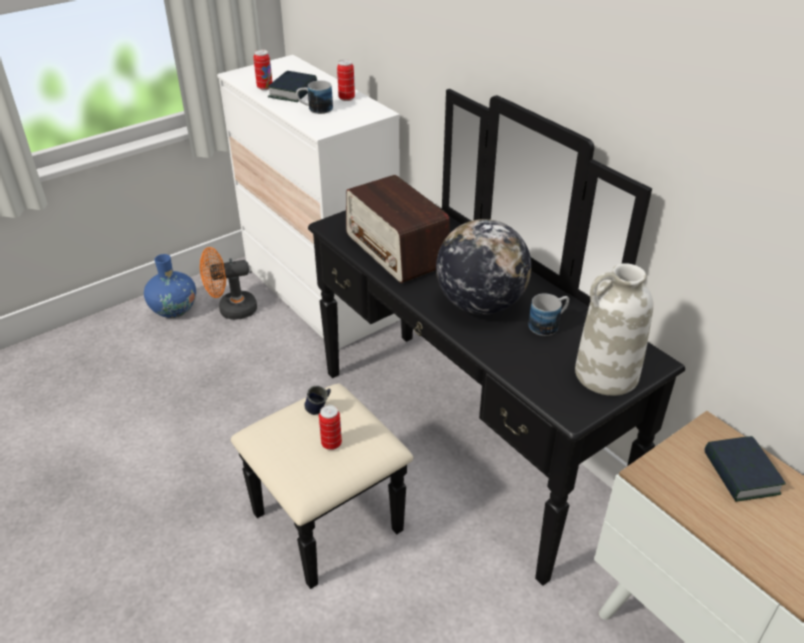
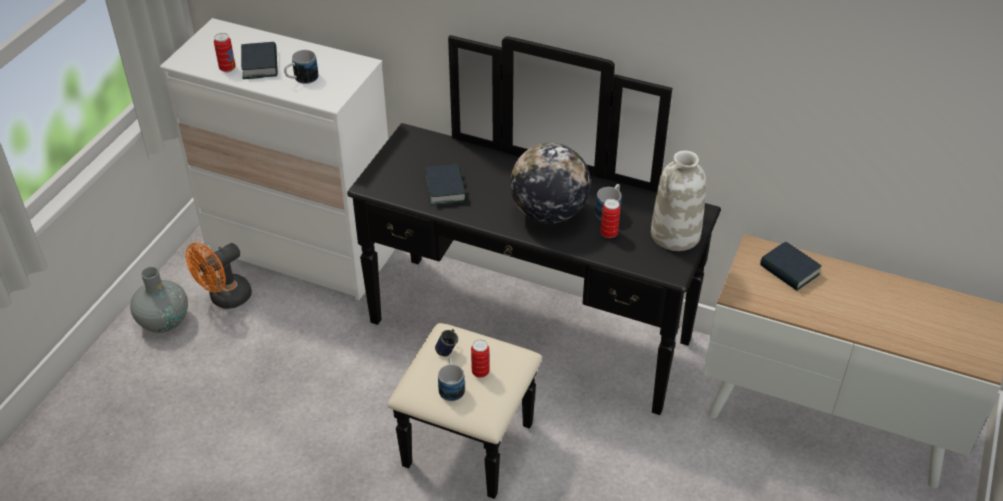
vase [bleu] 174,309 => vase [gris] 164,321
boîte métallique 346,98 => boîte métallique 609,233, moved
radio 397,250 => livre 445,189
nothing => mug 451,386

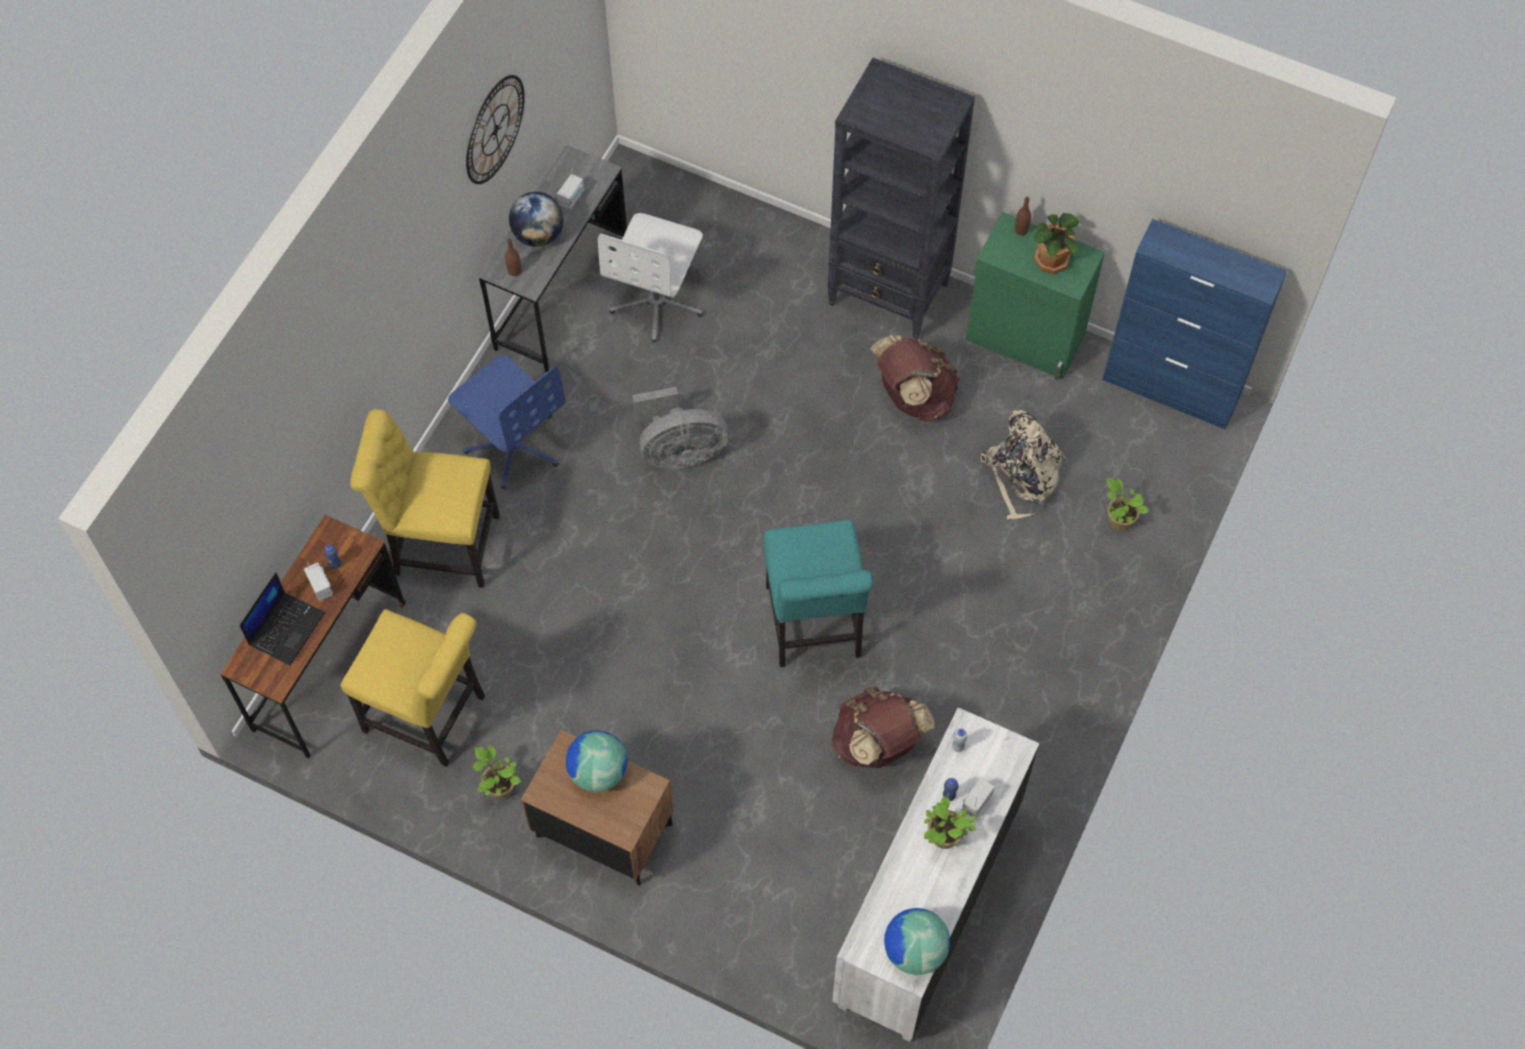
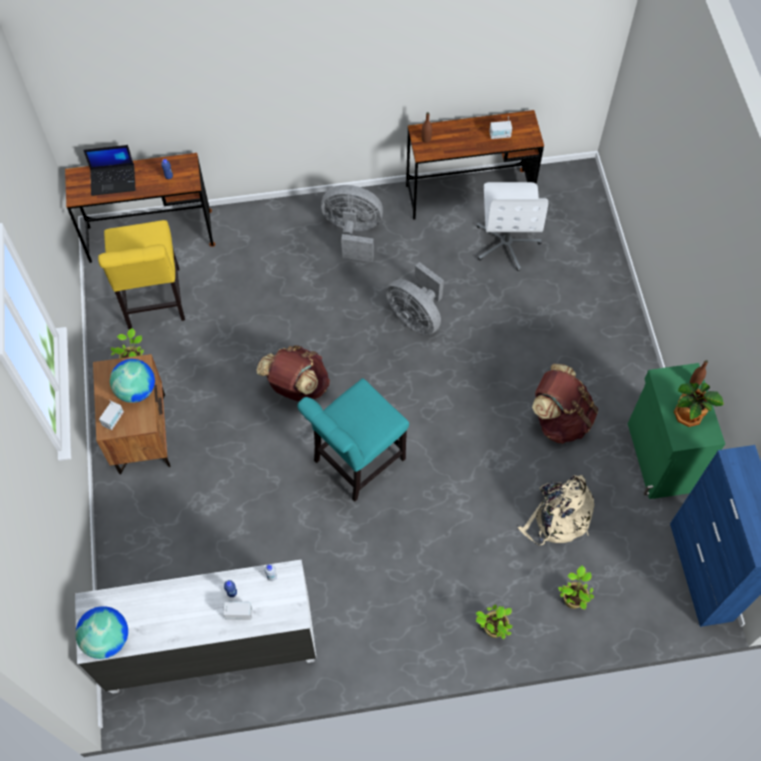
radio 321,586 => radio 113,419, moved
chaise [jaune] 440,544 => nothing
chaise de bureau [bleu] 514,445 => ventilateur [gris] 353,233
horloge murale 495,129 => nothing
bureau [gris] 562,295 => bureau [marron] 469,194
globe 538,235 => nothing
chaise de bureau [blanc] 657,302 => chaise de bureau [blanc] 506,243, 75 degrees counterclockwise
bibliothèque [noir] 889,295 => nothing
sac à dos [marron] 877,744 => sac à dos [marron] 296,387, moved
plante en pot 944,838 => plante en pot 492,629, moved

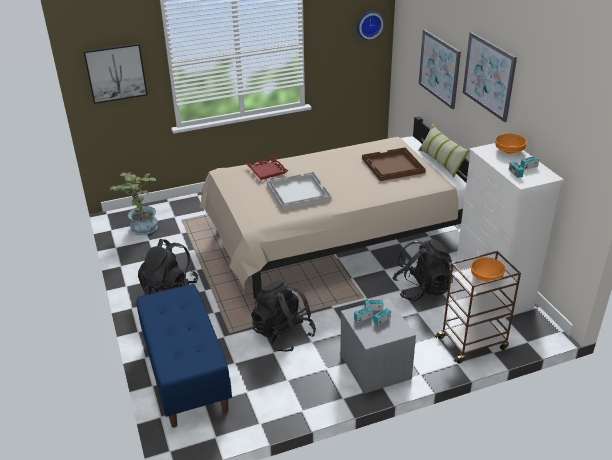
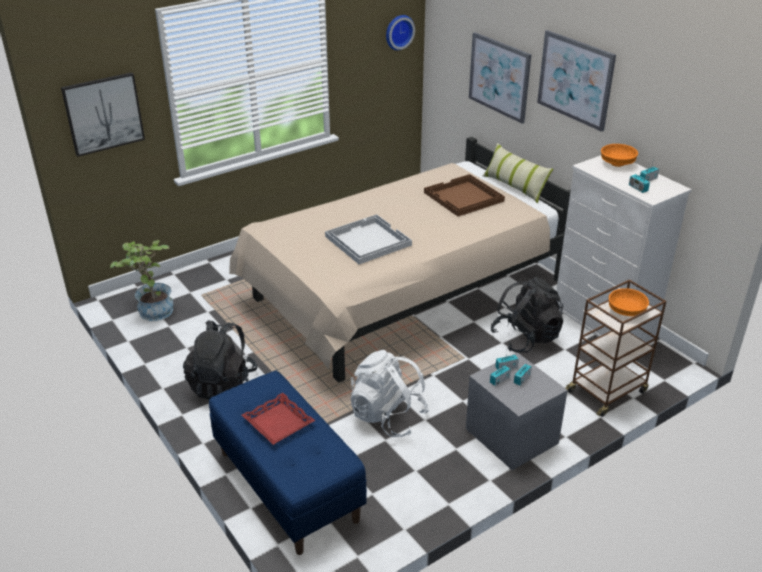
plateau [rouge] 266,171 => plateau [rouge] 278,423, moved
sac à dos [noir] 283,334 => sac à dos [blanc] 388,416

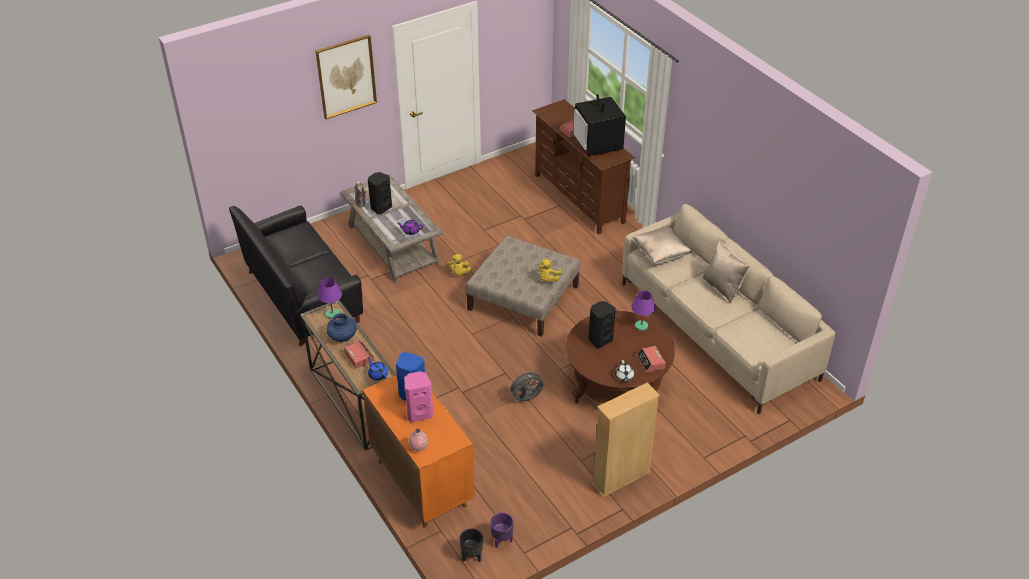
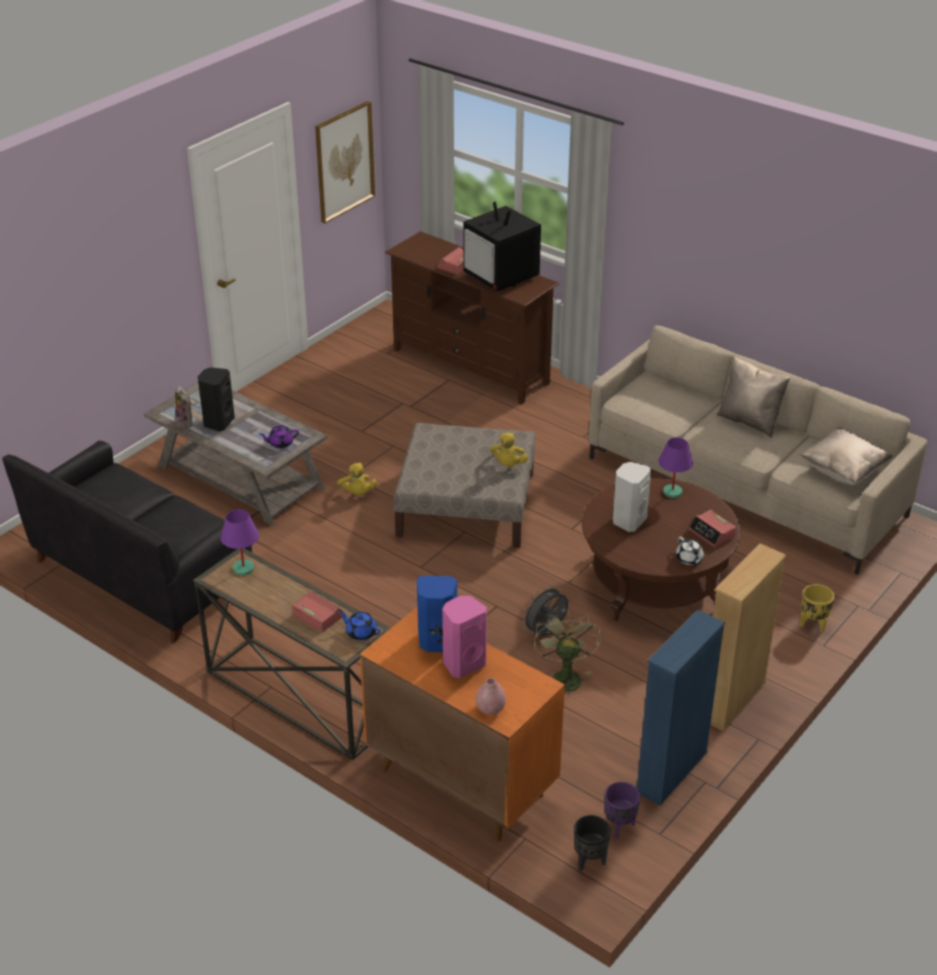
tableau 346,76 => tableau 344,161, moved
vase [bleu] 342,337 => nothing
enceinte [noir] 600,339 => enceinte [blanc] 628,521
coussin [beige] 661,254 => coussin [beige] 843,471, moved
nothing => ventilateur [vert] 564,676
nothing => bibliothèque [bleu] 671,772
nothing => cache-pot [jaune] 813,625

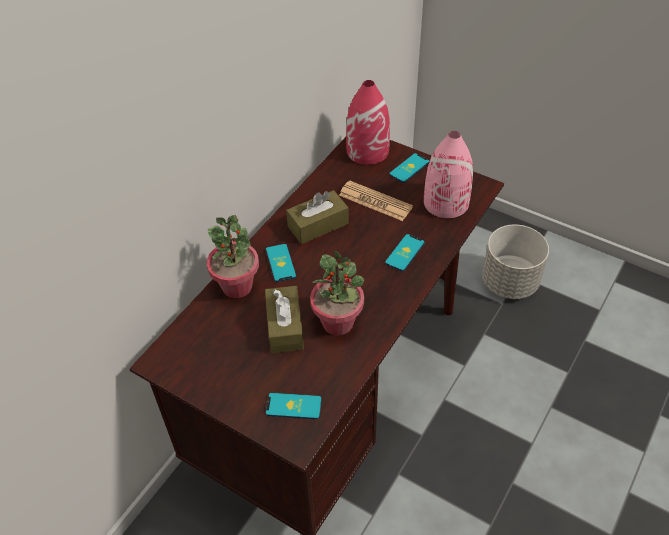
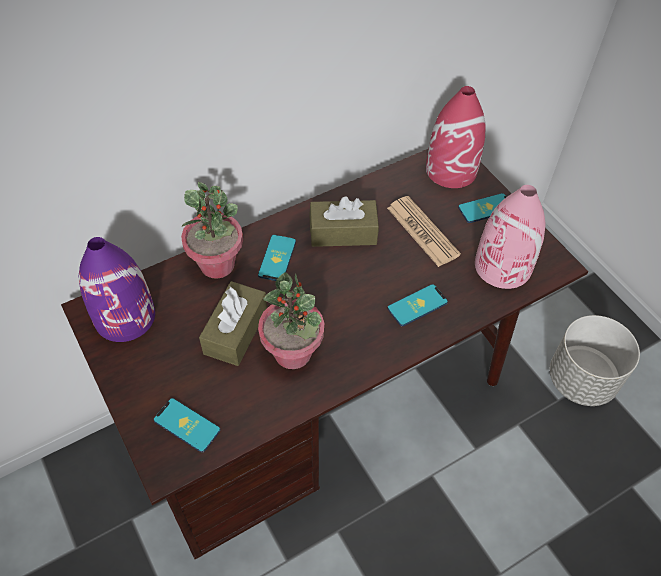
nothing => vase [violet] 125,316

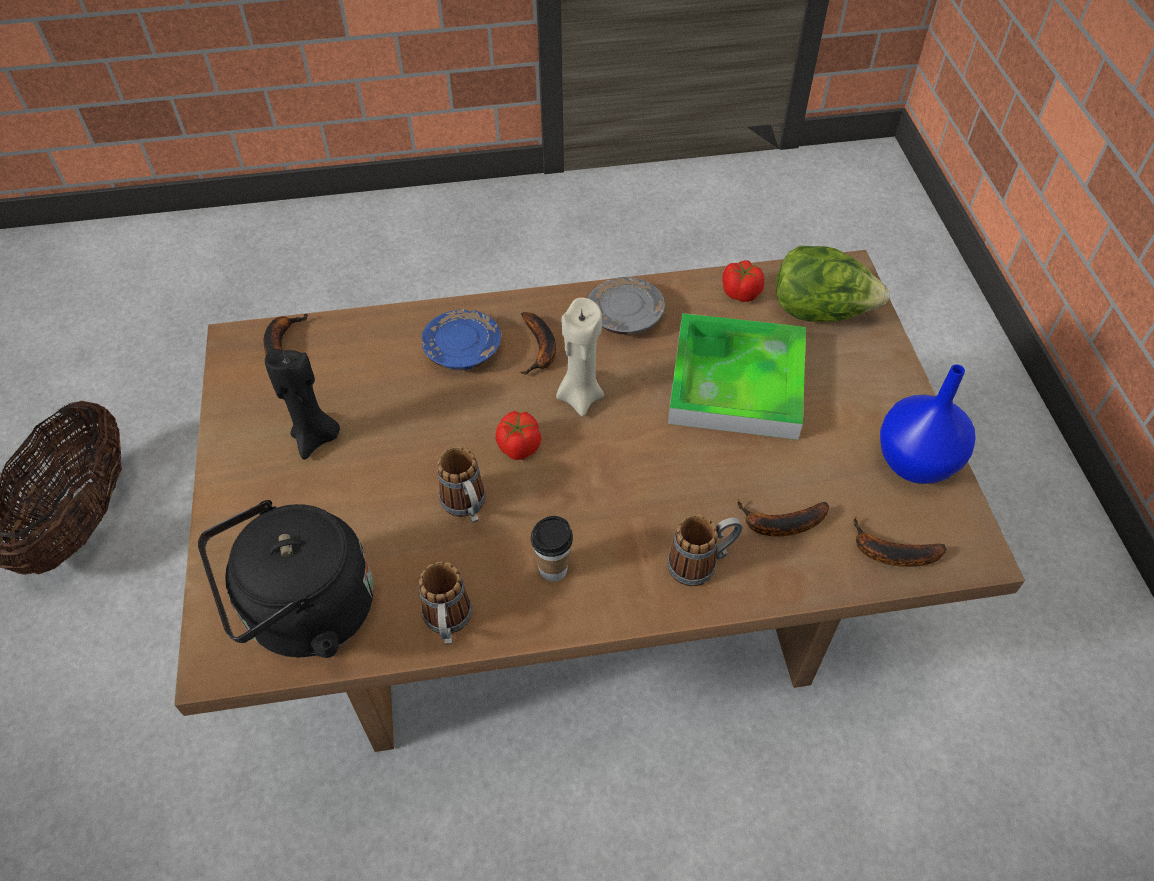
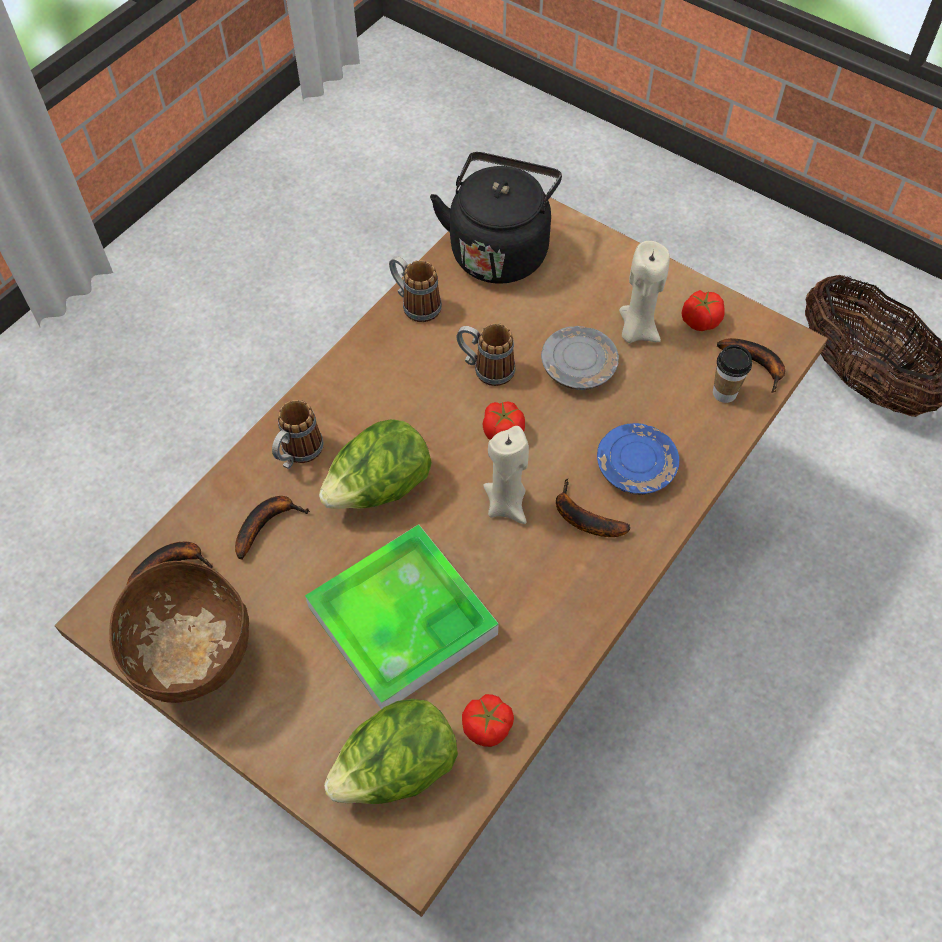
bougie [noir] 316,438 => bougie [beige] 636,330
tasse 553,569 => tasse 724,393, moved
assiette [gris] 625,316 => assiette [gris] 578,367, moved
vase [bleu] 915,464 => bol [marron] 197,662
nothing => laitue 379,489
nothing => tomate 700,321

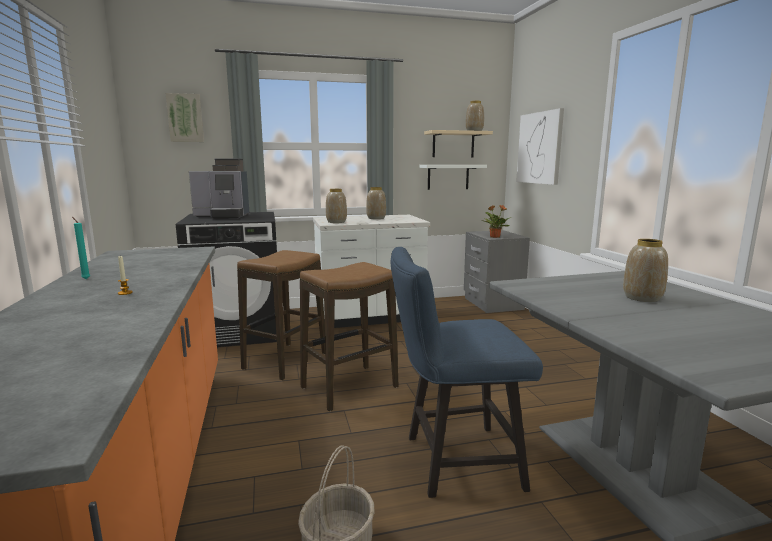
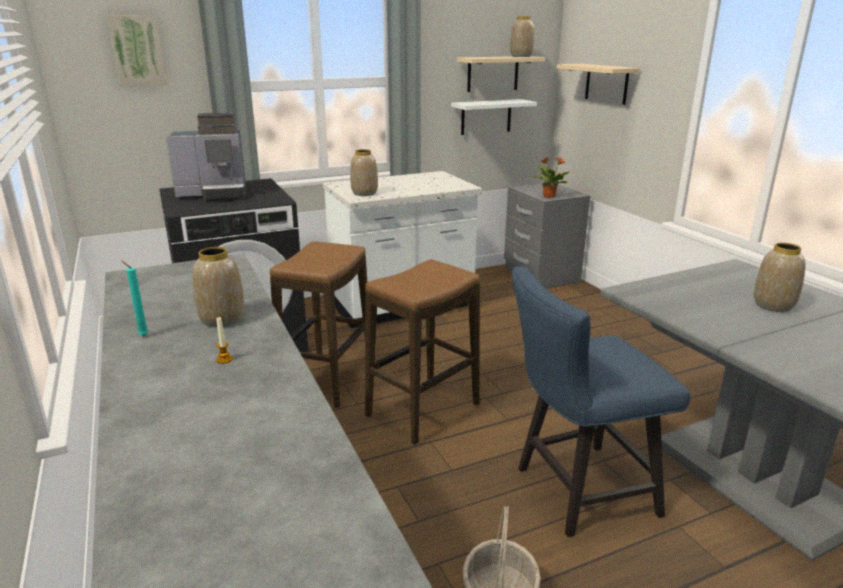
vase 376,218 => vase 221,320, moved
tableau 540,148 => étagère [beige] 606,83

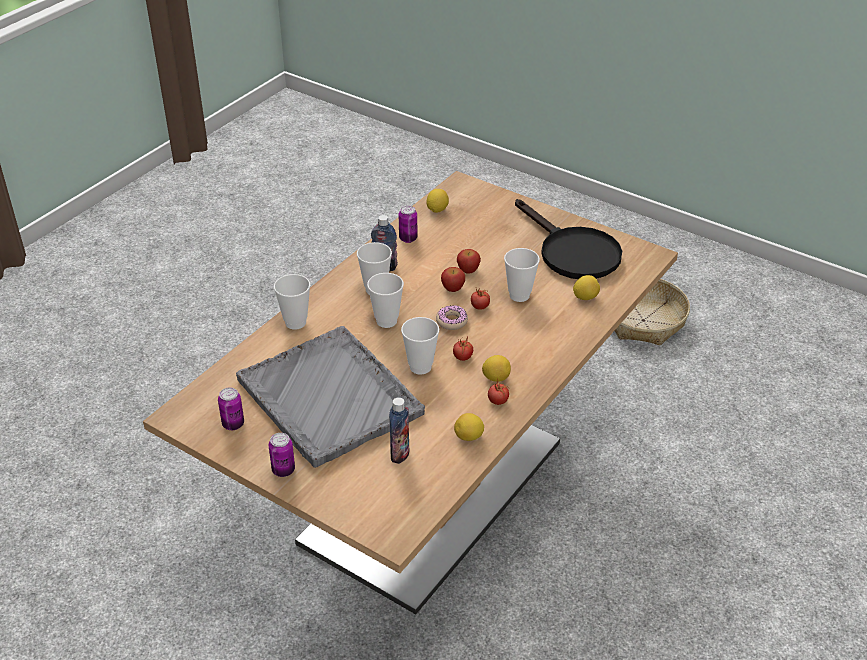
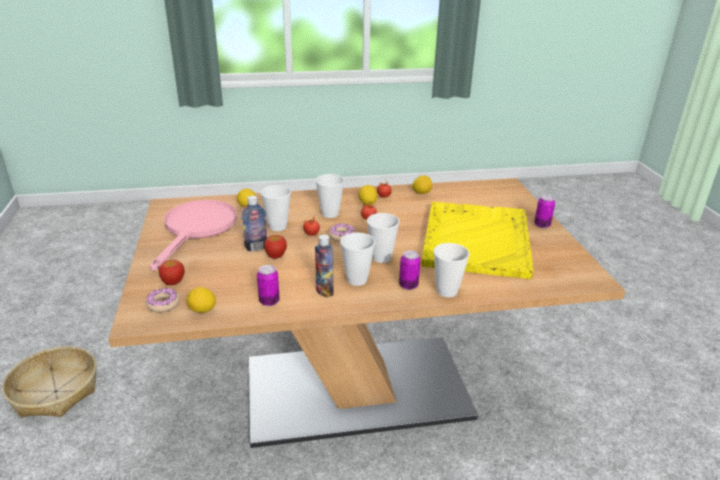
boîte métallique 233,424 => boîte métallique 408,285, moved
plateau [gris] 330,398 => plateau [jaune] 476,240
bouteille 400,454 => bouteille 256,247, moved
tasse 420,367 => tasse 330,214, moved
pomme 453,288 => pomme 173,282, moved
poêle [noir] 572,252 => poêle [rose] 197,229
nothing => beignet 163,304

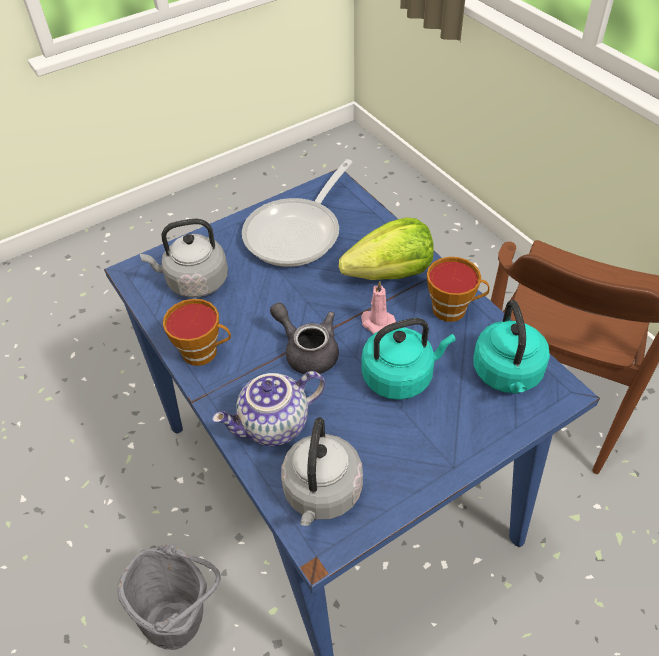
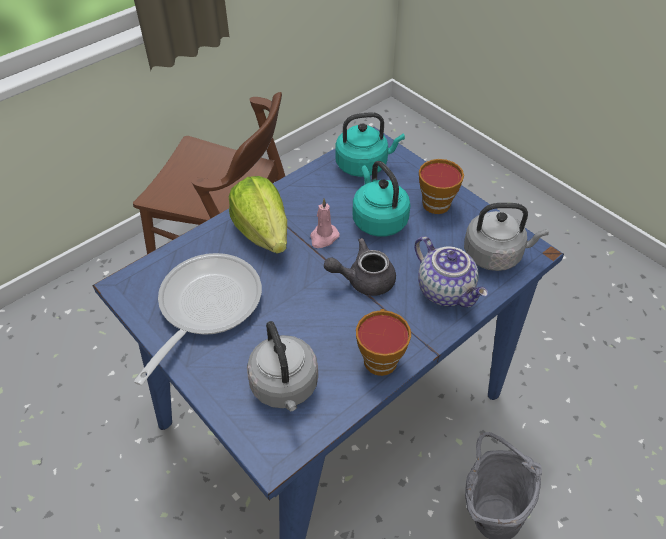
poêle 298,232 => poêle 205,307, 90 degrees counterclockwise
théière [gris] 307,351 => théière [gris] 363,280, 45 degrees clockwise
tasse 453,309 => tasse 435,201, moved

